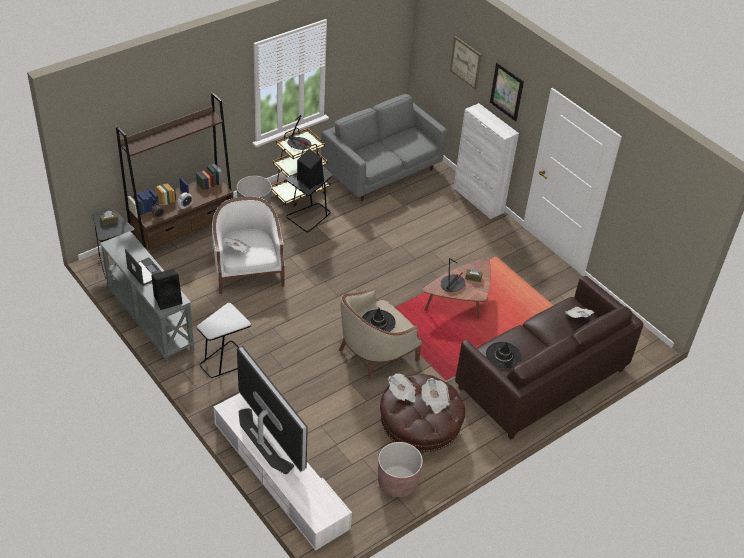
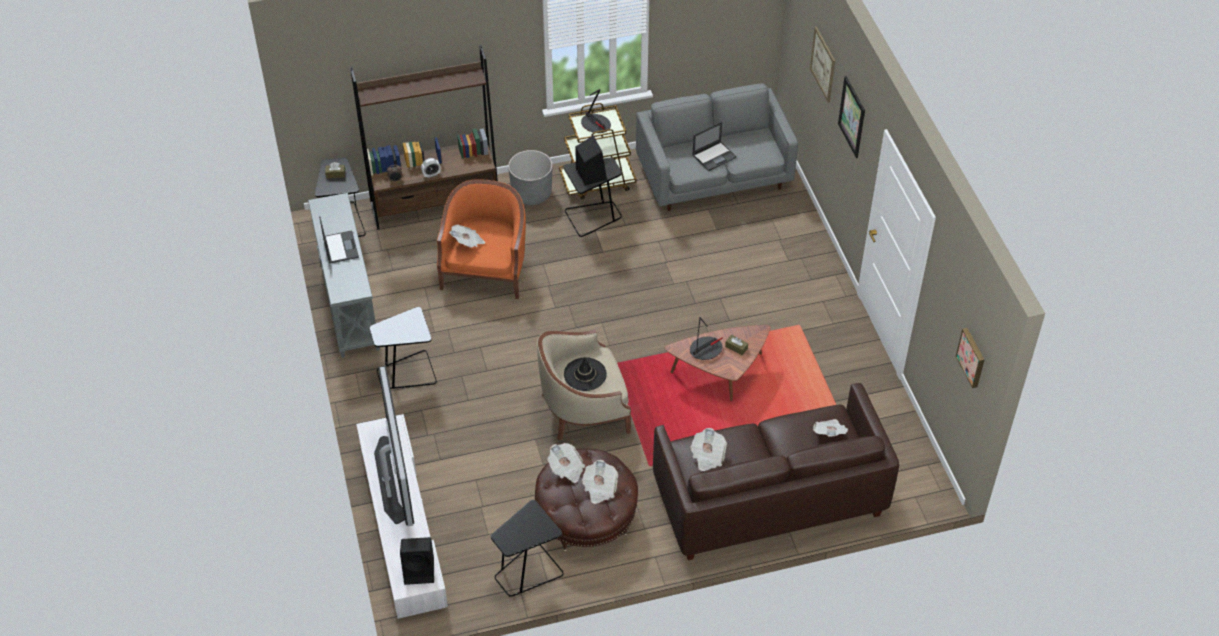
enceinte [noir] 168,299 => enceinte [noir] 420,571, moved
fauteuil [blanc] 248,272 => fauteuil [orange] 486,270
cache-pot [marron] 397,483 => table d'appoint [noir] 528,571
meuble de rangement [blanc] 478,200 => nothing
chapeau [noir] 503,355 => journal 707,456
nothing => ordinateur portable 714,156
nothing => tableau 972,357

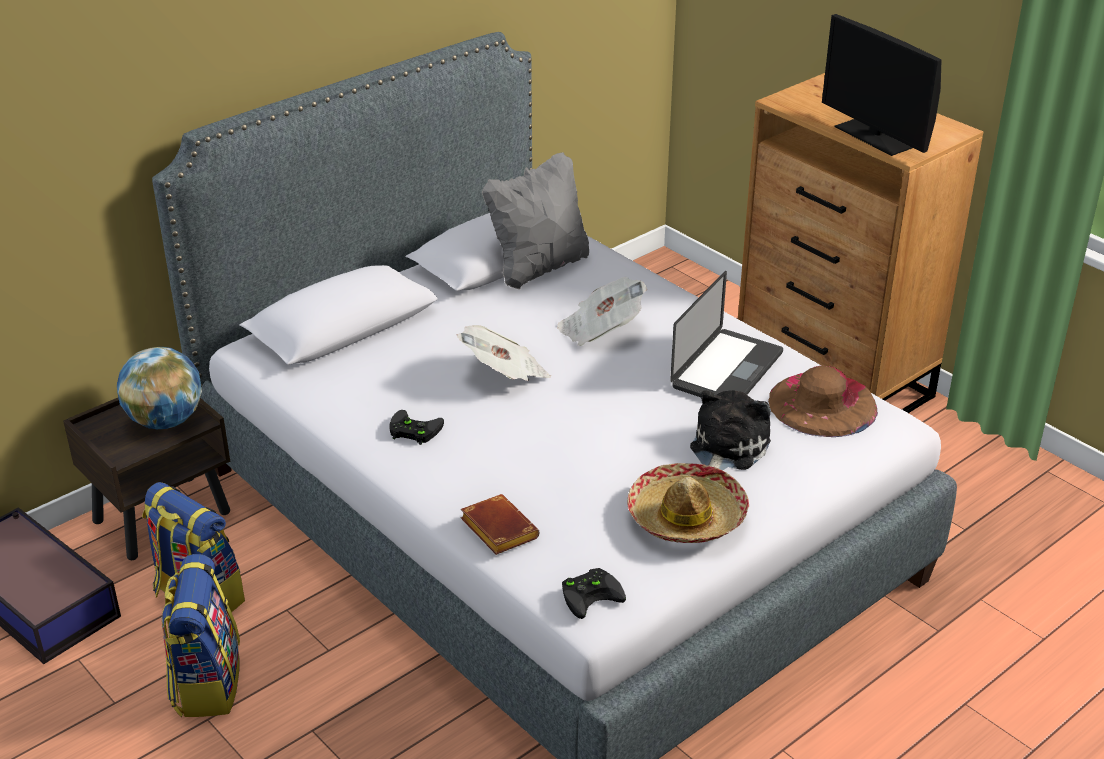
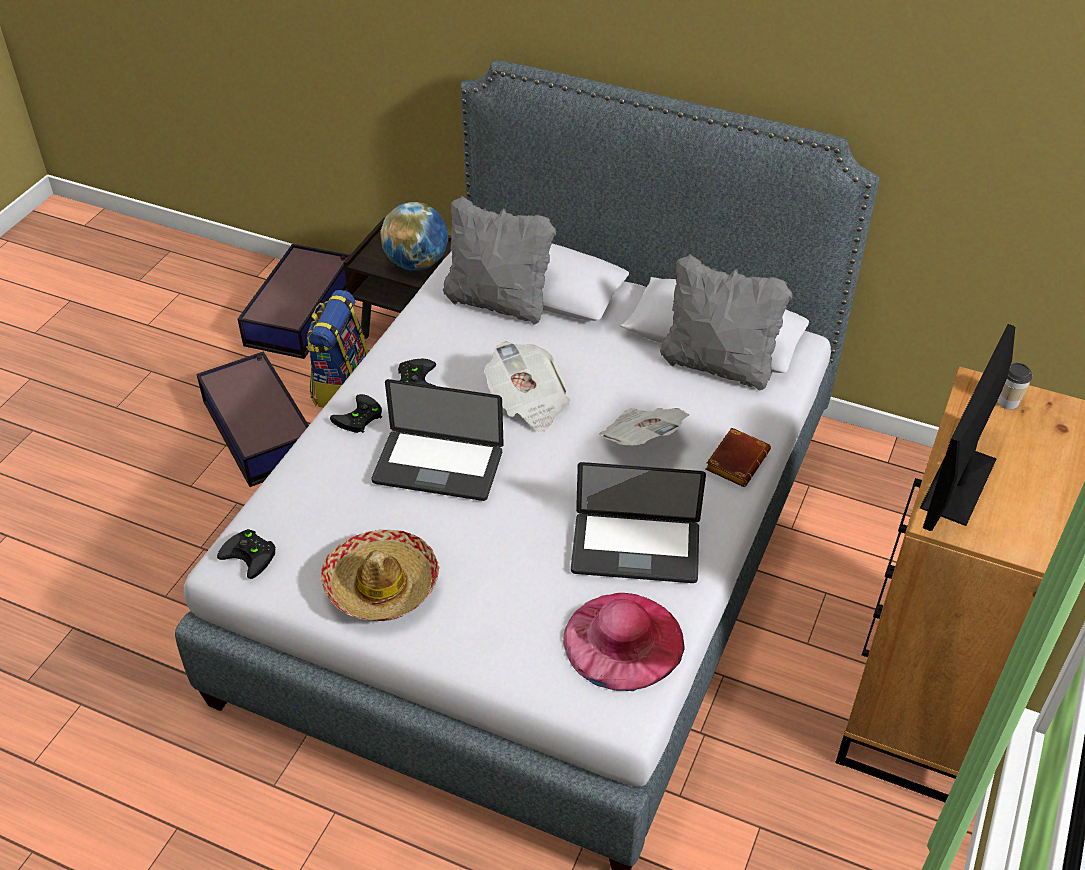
sac à dos 206,683 => boîte de rangement 259,429
livre [marron] 496,529 => livre [marron] 736,460, moved
peluche 726,448 => nothing
chapeau [marron] 822,404 => chapeau [rose] 623,640
nothing => manette [noir] 358,418
nothing => ordinateur portable 438,467
nothing => coussin [gris] 498,303
nothing => tasse 1008,402

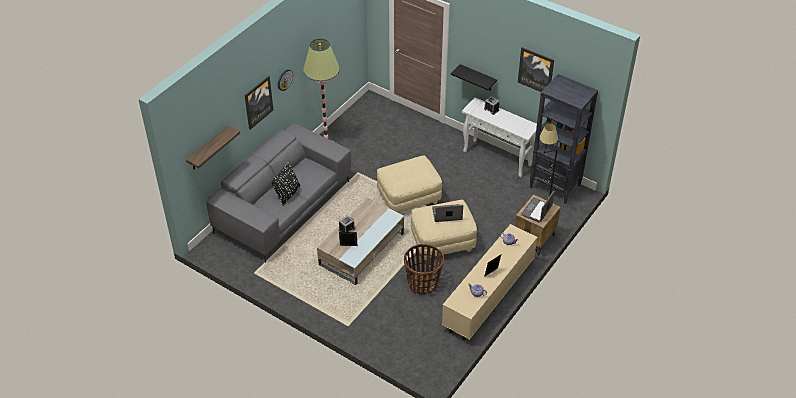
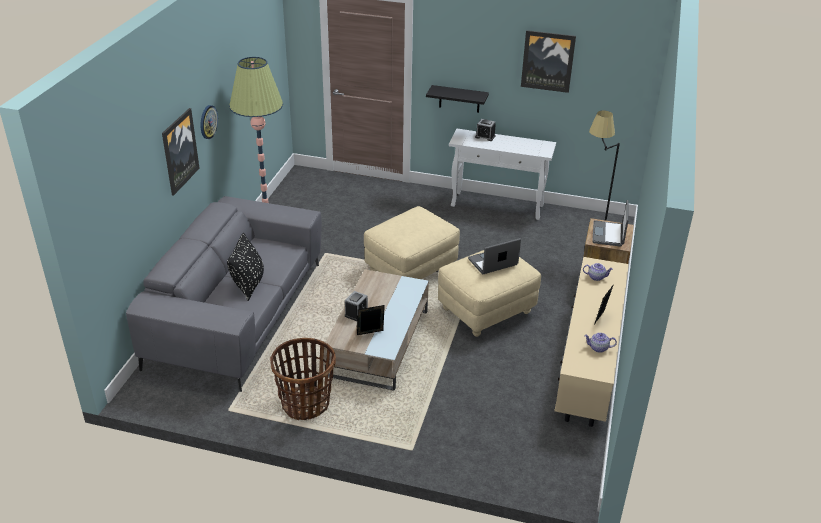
étagère 208,149 => nothing
panier 423,283 => panier 305,404, moved
bibliothèque [noir] 555,187 => nothing

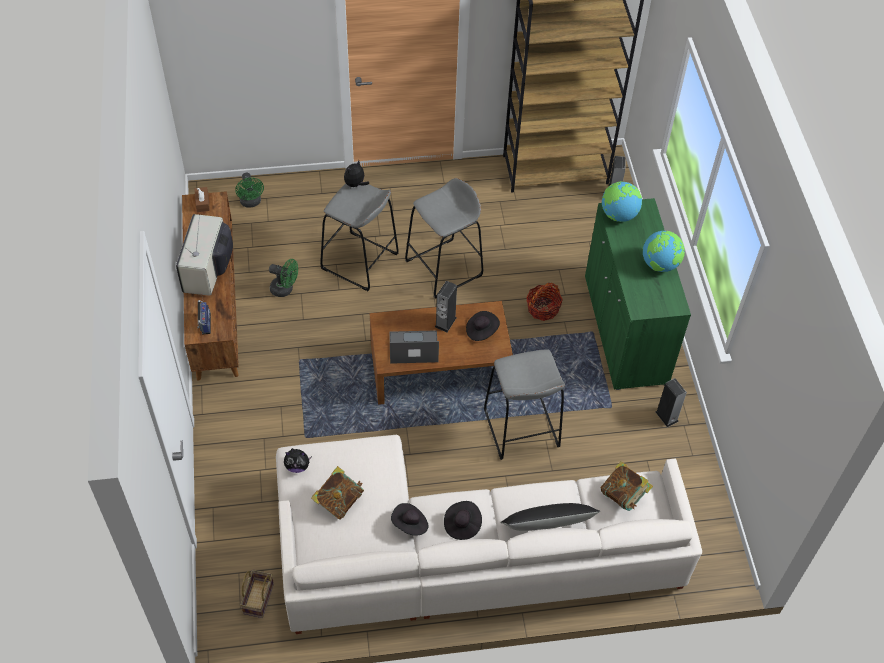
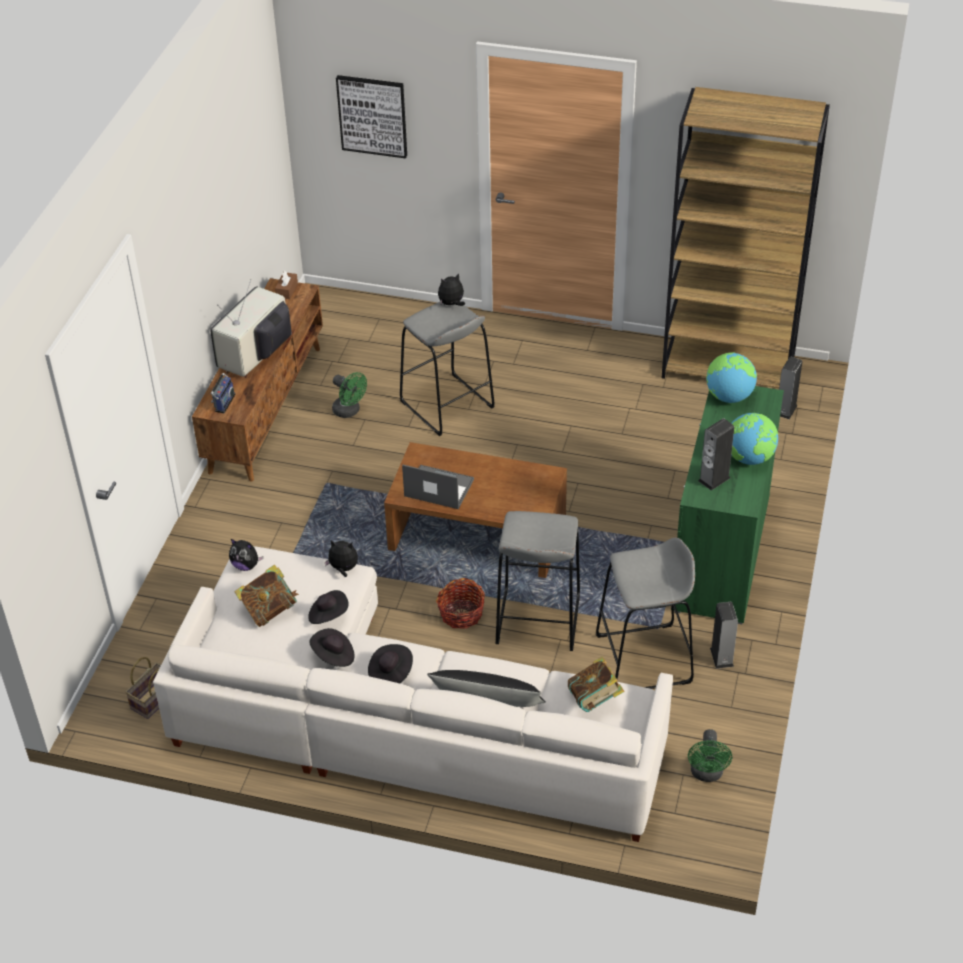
ventilateur [vert] 251,203 => ventilateur [vert] 707,774, moved
tabouret [gris] 444,268 => tabouret [gris] 644,659, moved
enceinte 445,322 => enceinte 714,479, moved
chapeau [noir] 481,331 => chapeau [noir] 328,615, moved
panier 543,308 => panier 461,614, moved
nothing => peluche 343,569
nothing => tableau 372,115

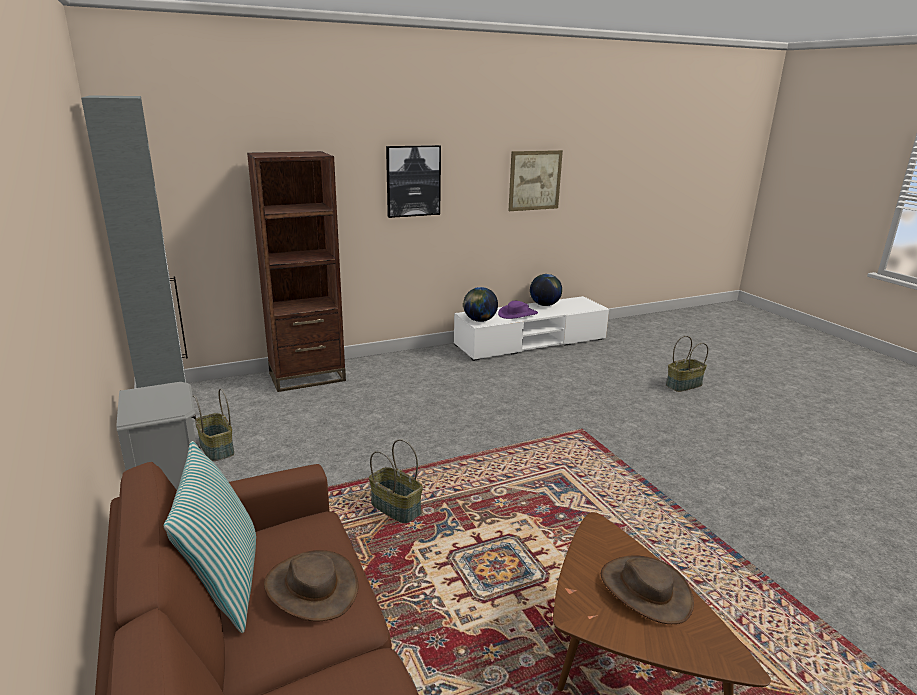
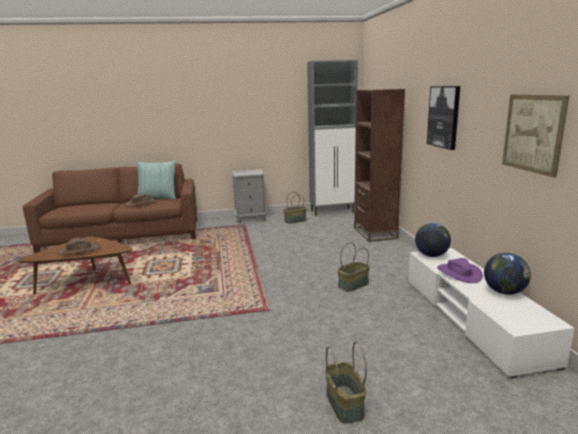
panier 397,508 => panier 353,285, moved

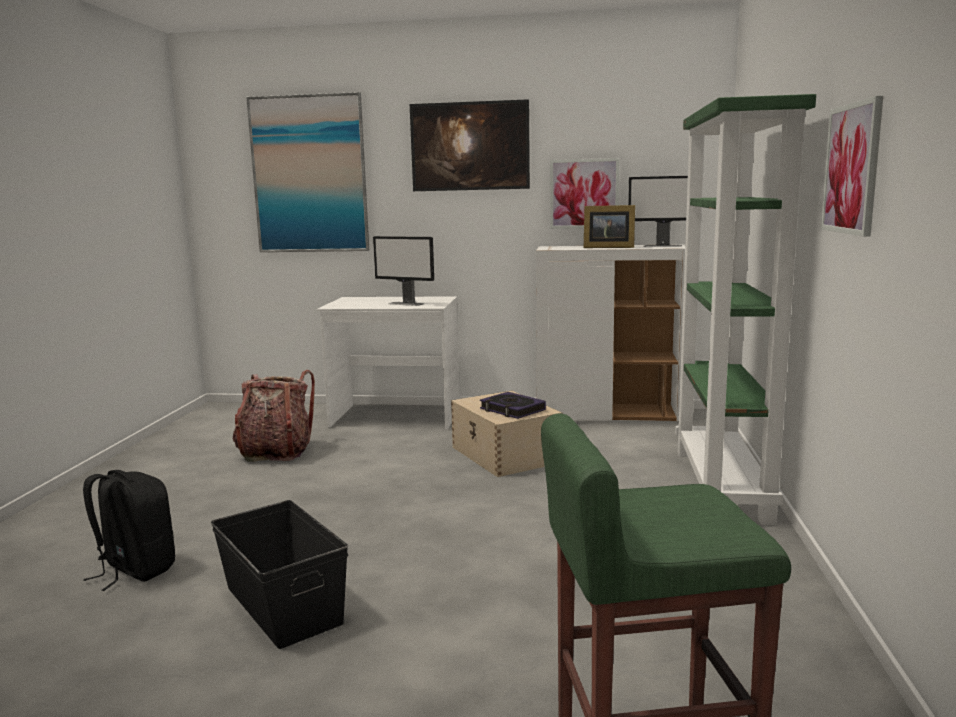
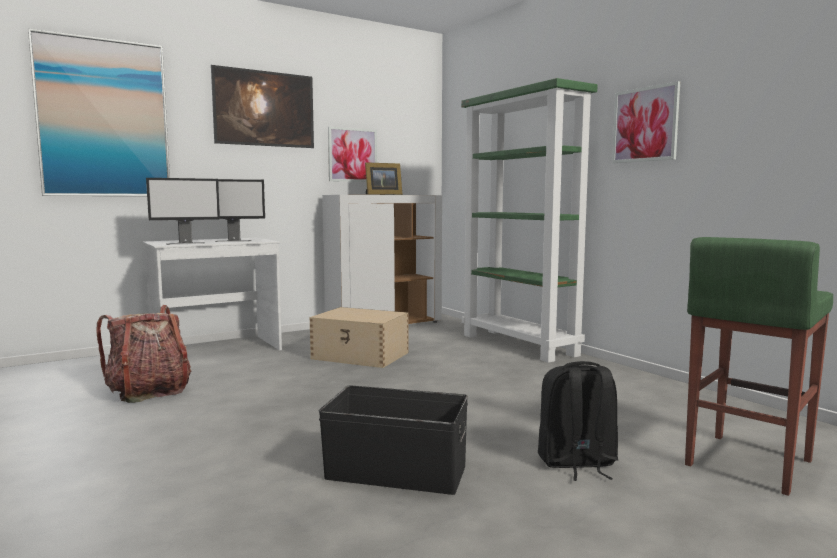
sac à dos [noir] 135,570 => sac à dos [noir] 576,463, moved
livre 512,410 => nothing
écran d'ordinateur 663,246 => écran d'ordinateur 186,243, moved

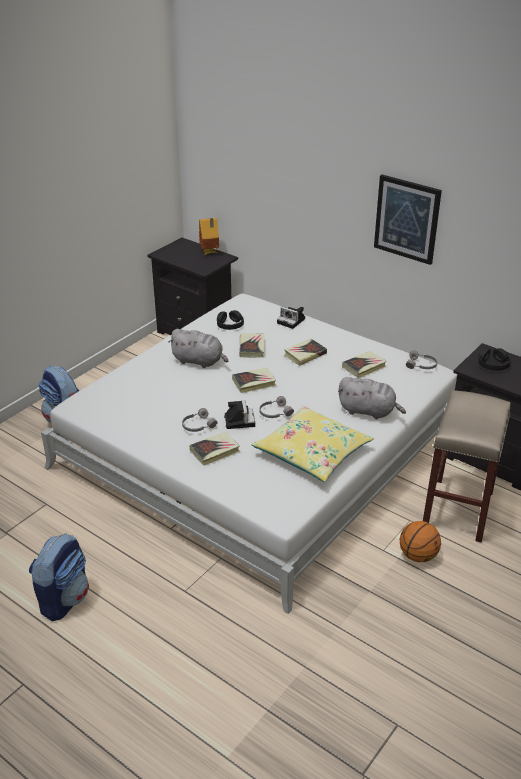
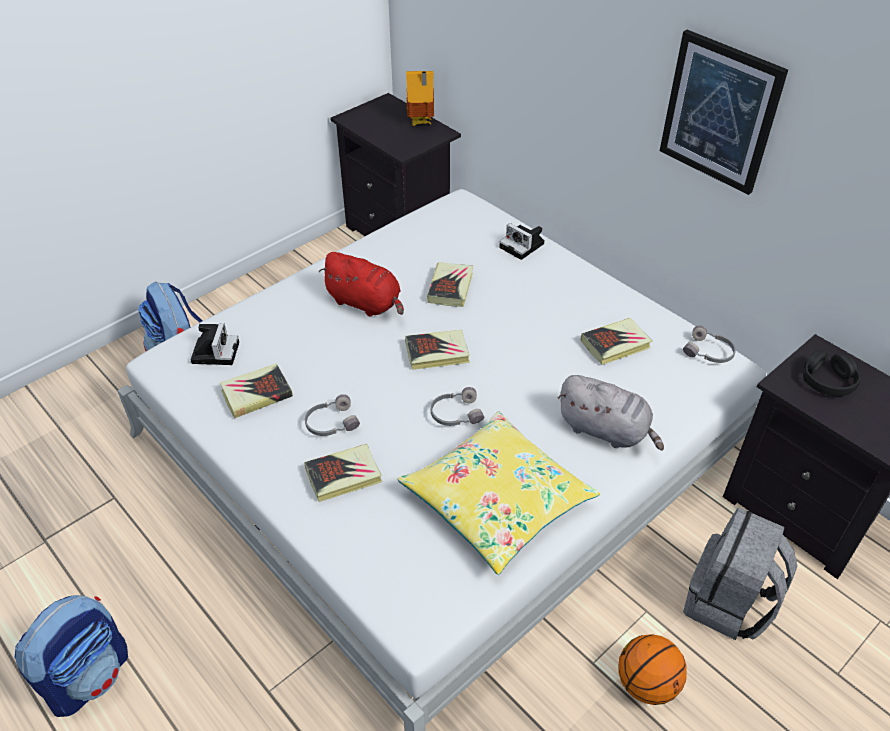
peluche [gris] 199,361 => peluche [rouge] 366,303
casque audio [noir] 230,325 => nothing
appareil photo 239,420 => appareil photo 215,351, moved
livre 305,354 => livre 256,394, moved
tabouret [beige] 458,510 => sac à dos [gris] 728,603

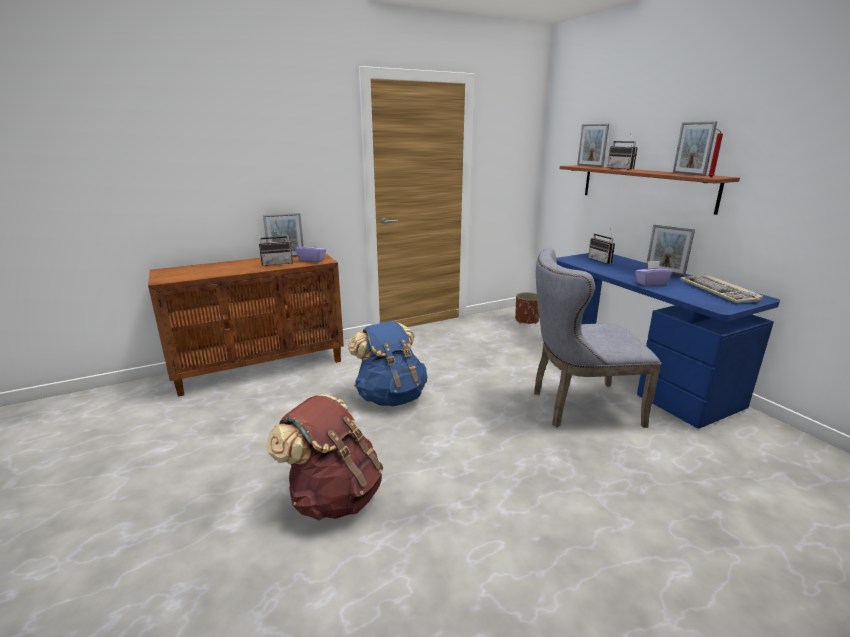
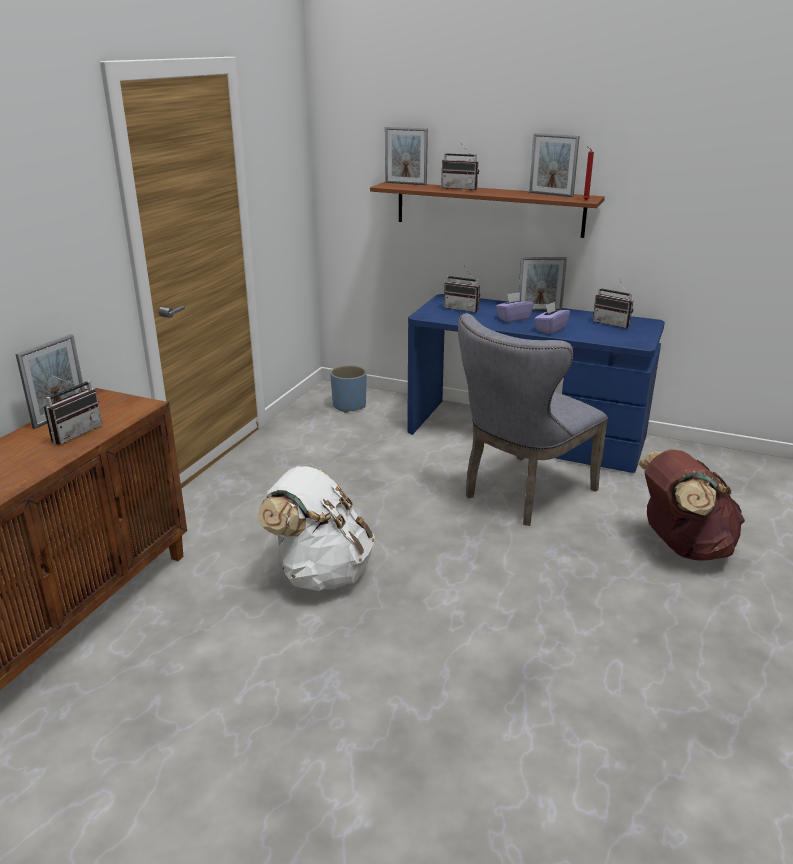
sac à dos [marron] 334,496 => sac à dos [marron] 682,547, moved
boîte à mouchoirs [violet] 312,260 => boîte à mouchoirs [violet] 513,318, moved
sac à dos [bleu] 390,396 => sac à dos [blanc] 321,573
cache-pot [marron] 527,320 => cache-pot [bleu] 349,406
clavier 719,291 => radio 613,323

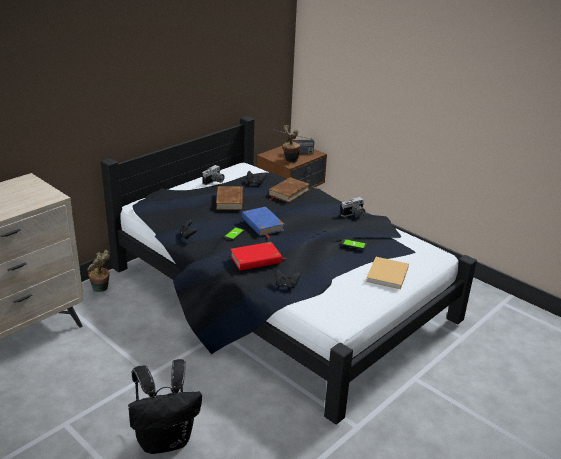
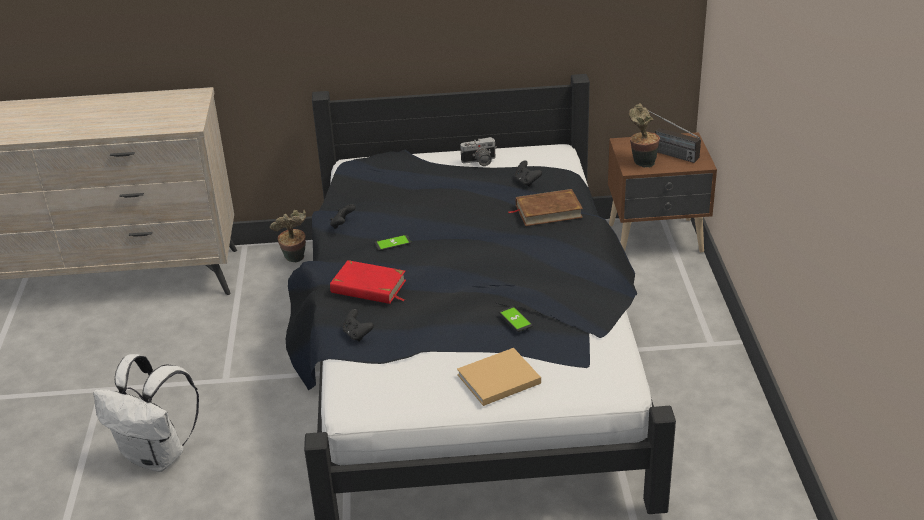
sac à dos [noir] 166,439 => sac à dos [blanc] 157,455
livre [marron] 230,200 => nothing
livre [bleu] 262,224 => nothing
appareil photo 354,215 => nothing

